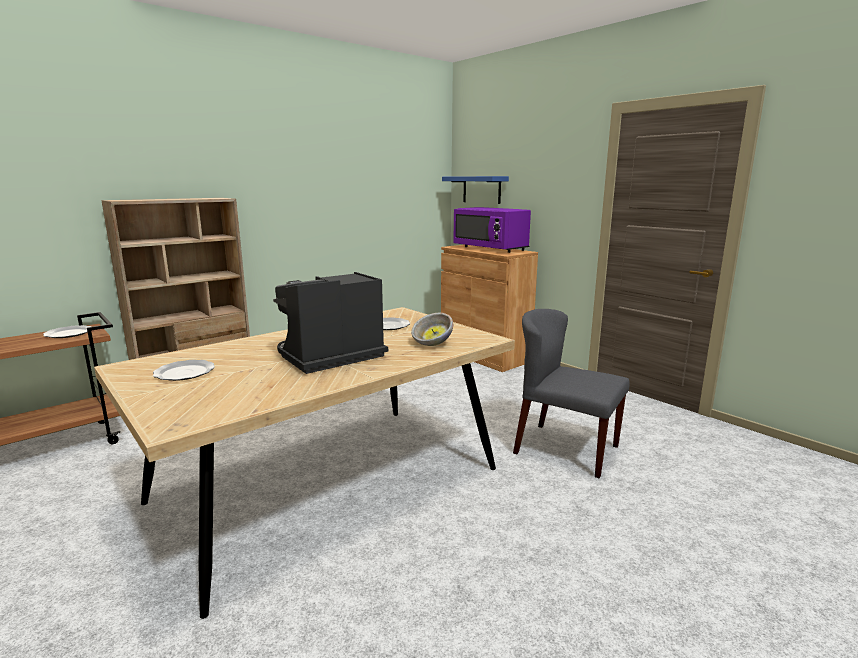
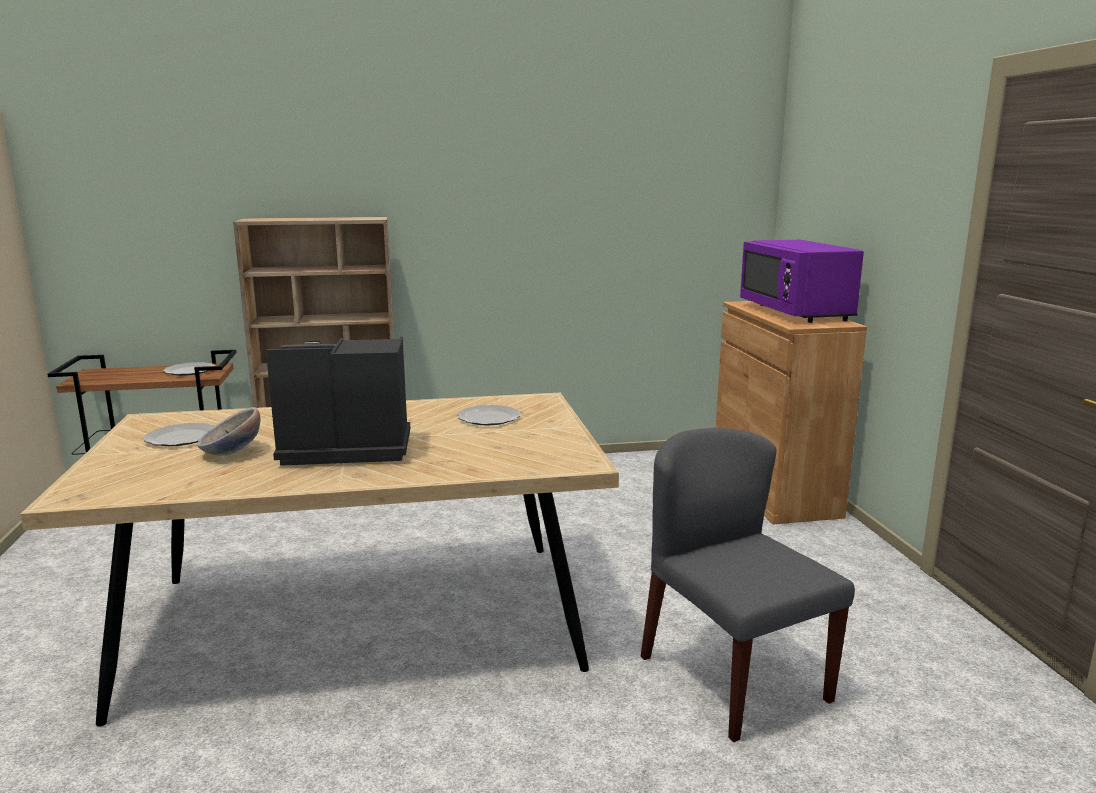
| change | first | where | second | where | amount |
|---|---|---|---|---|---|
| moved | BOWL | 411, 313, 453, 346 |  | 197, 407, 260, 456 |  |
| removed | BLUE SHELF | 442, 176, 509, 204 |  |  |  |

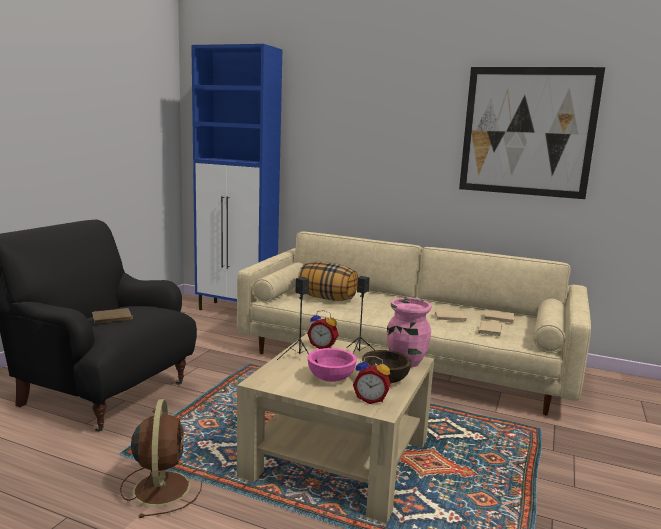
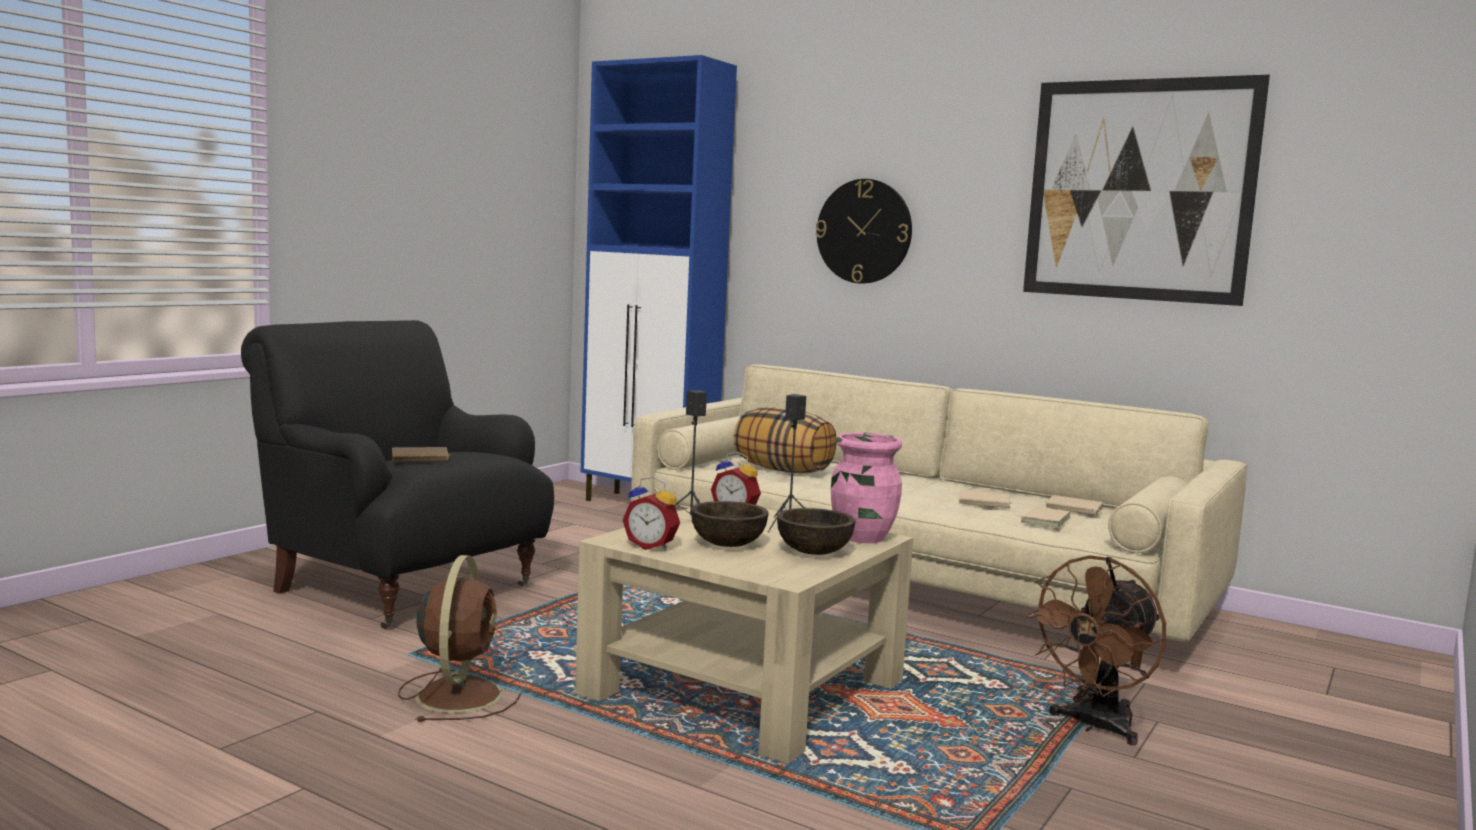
| change | first | where | second | where | amount |
|---|---|---|---|---|---|
| moved | ALARM CLOCK | 353, 356, 391, 404 |  | 622, 476, 680, 550 |  |
| recoloured | PINK BOWL | 308, 348, 357, 382 | BROWN BOWL | 691, 501, 769, 547 |  |
| added |  |  | WALL CLOCK | 816, 179, 912, 284 |  |
| added |  |  | BROWN FAN | 1025, 555, 1166, 745 |  |

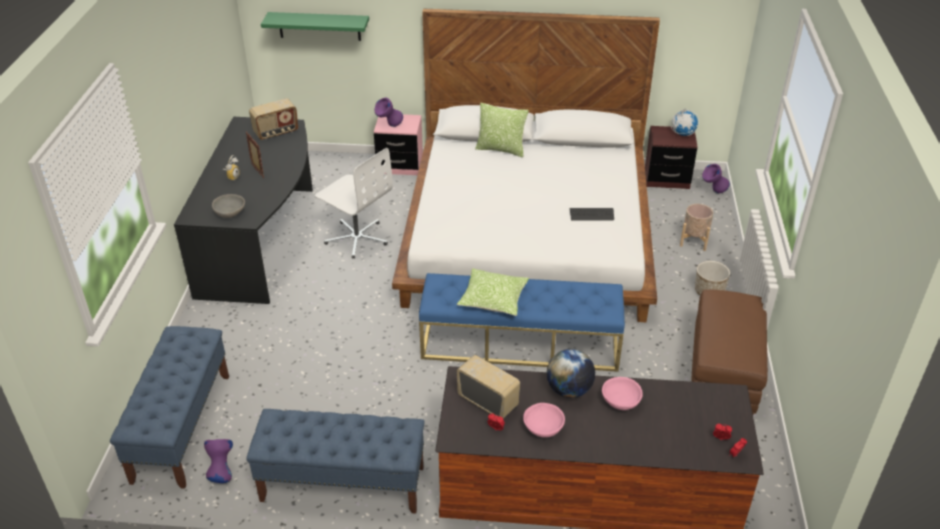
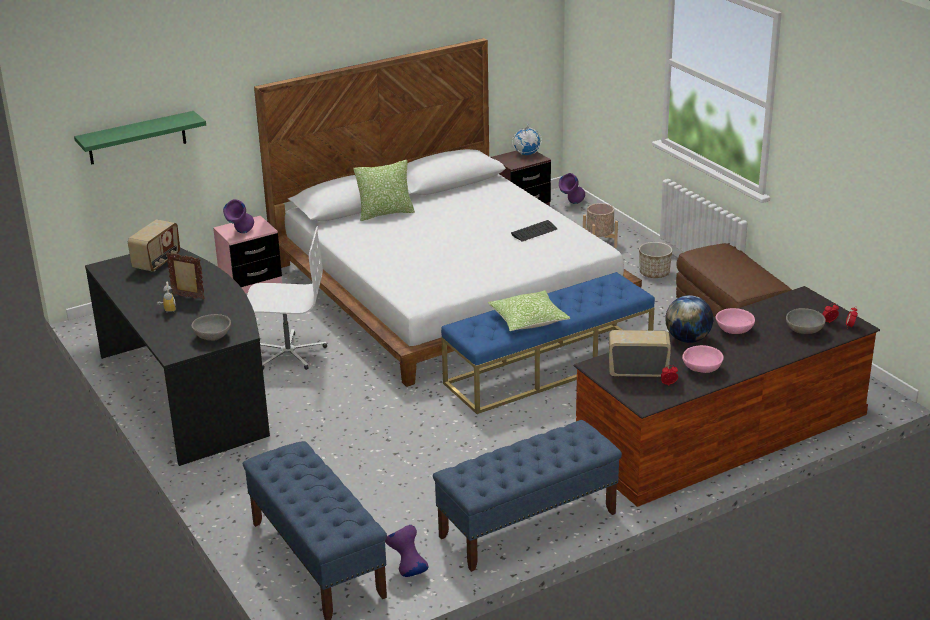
| change | first | where | second | where | amount |
|---|---|---|---|---|---|
| added |  |  | GREY BOWL | 786, 308, 826, 334 |  |

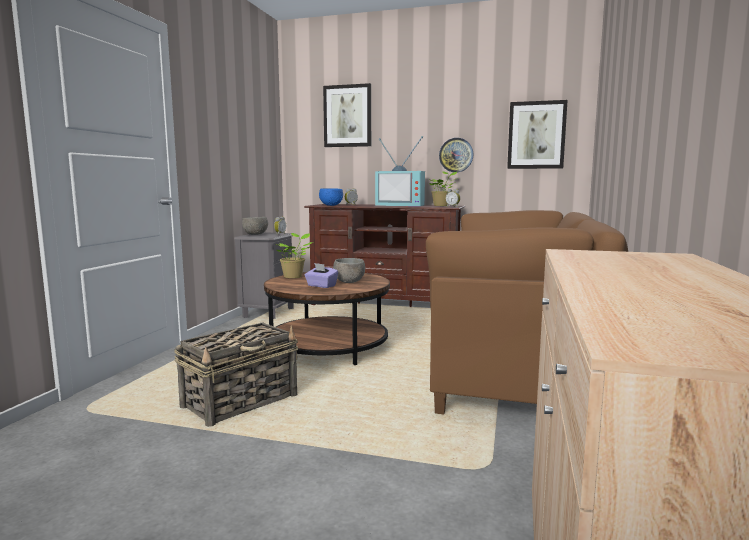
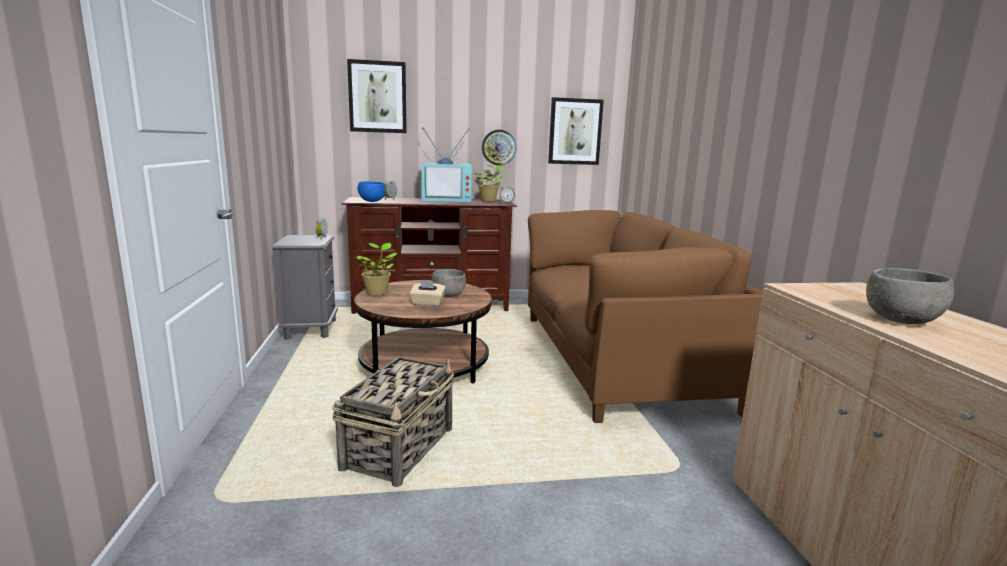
| change | first | where | second | where | amount |
|---|---|---|---|---|---|
| recoloured | PURPLE TISSUE BOX | 305, 263, 338, 288 | BEIGE TISSUE BOX | 410, 280, 446, 306 |  |
| moved | GREY BOWL | 242, 217, 268, 235 |  | 866, 268, 954, 324 |  |

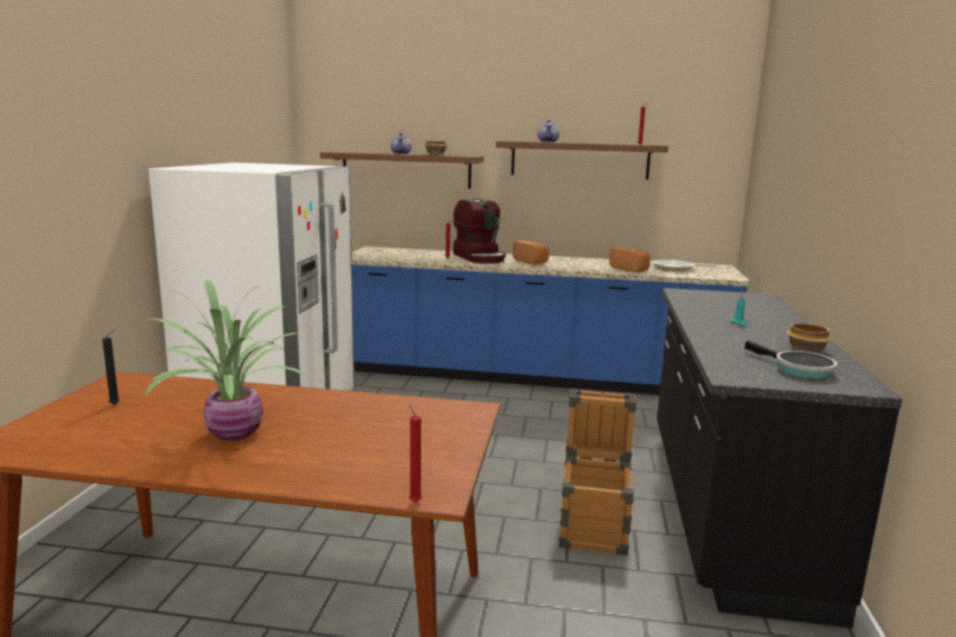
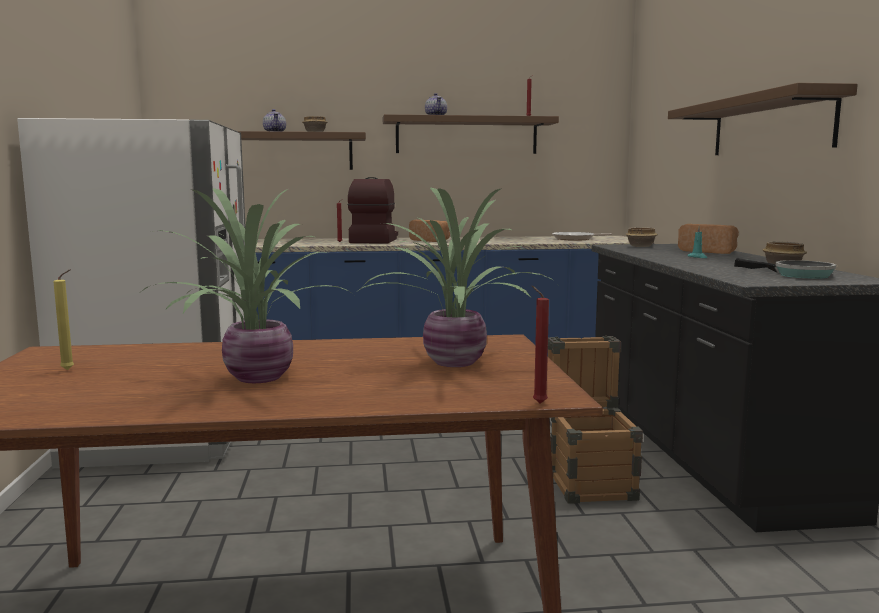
| change | first | where | second | where | amount |
|---|---|---|---|---|---|
| recoloured | BLACK CANDLE | 102, 330, 120, 405 | YELLOW CANDLE | 53, 270, 74, 370 |  |
| turned | COFFEE MACHINE | 453, 199, 506, 264 |  | 348, 177, 398, 244 | 135 degrees counterclockwise |
| added |  |  | POTTED PLANT | 356, 187, 557, 367 |  |
| added |  |  | BOWL | 625, 227, 658, 247 |  |
| added |  |  | BROWN SHELF | 668, 83, 858, 155 |  |
| moved | BREAD | 609, 248, 650, 273 |  | 678, 224, 739, 254 |  |

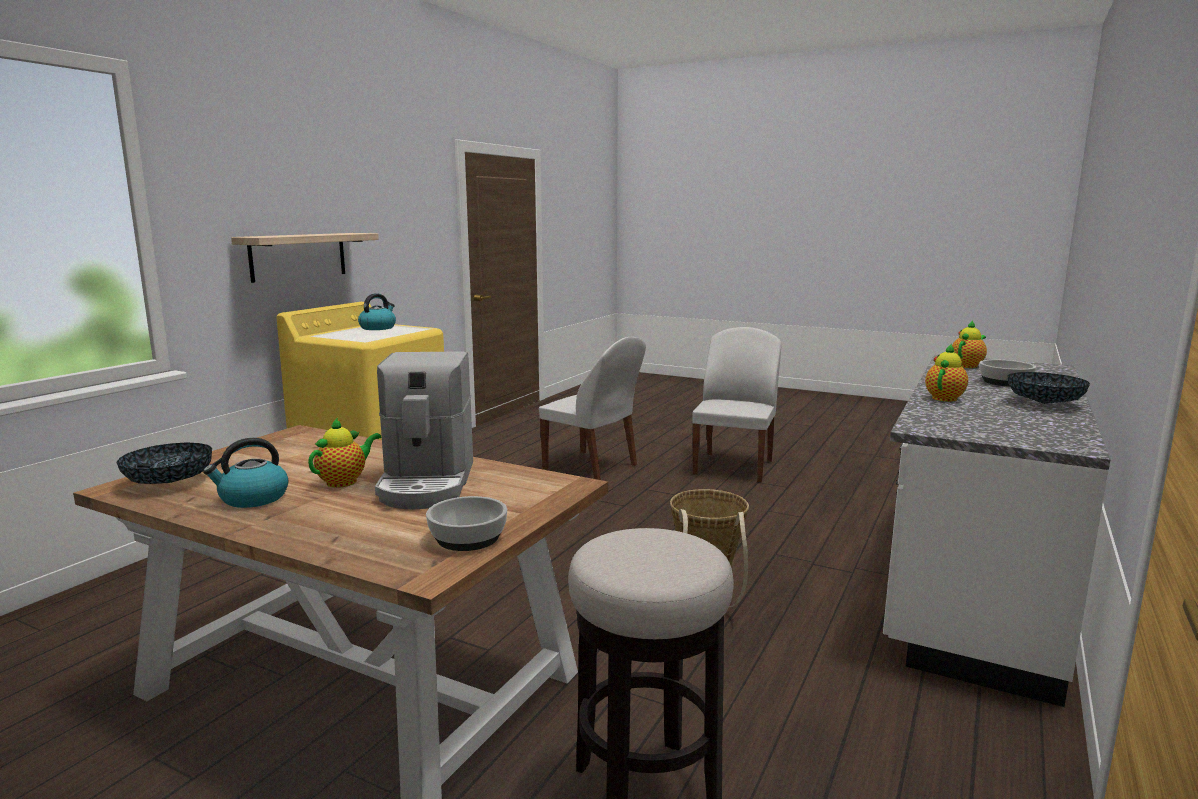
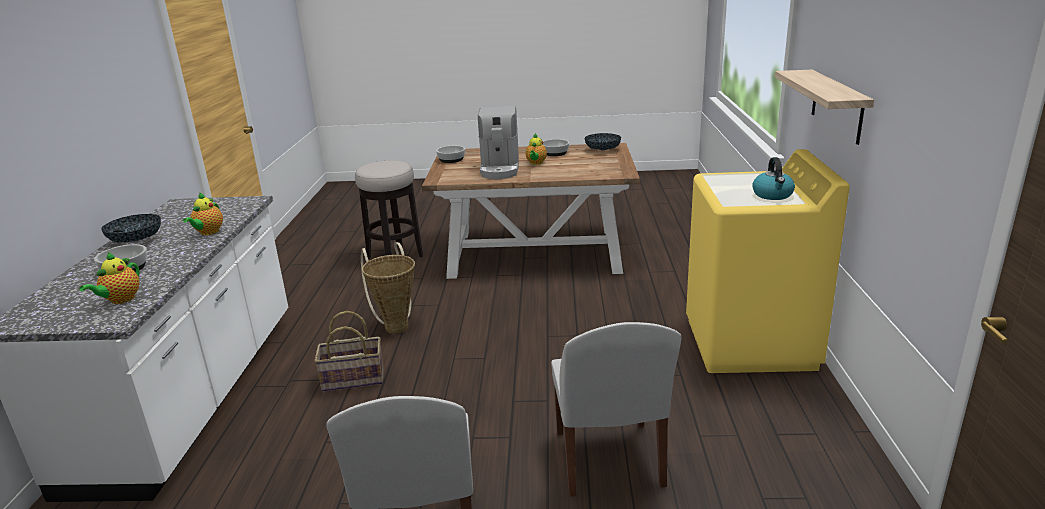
| change | first | where | second | where | amount |
|---|---|---|---|---|---|
| added |  |  | BASKET | 315, 311, 384, 392 |  |
| turned | COFFEE MACHINE | 375, 351, 473, 510 |  | 478, 106, 519, 179 | 150 degrees counterclockwise |
| replaced | KETTLE | 203, 438, 288, 508 | BOWL | 543, 139, 569, 156 |  |
| turned | WHITE CHAIR | 539, 337, 646, 480 |  | 551, 322, 682, 497 | 105 degrees counterclockwise |

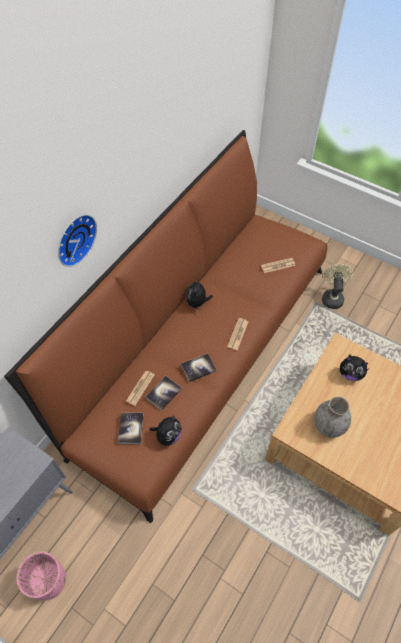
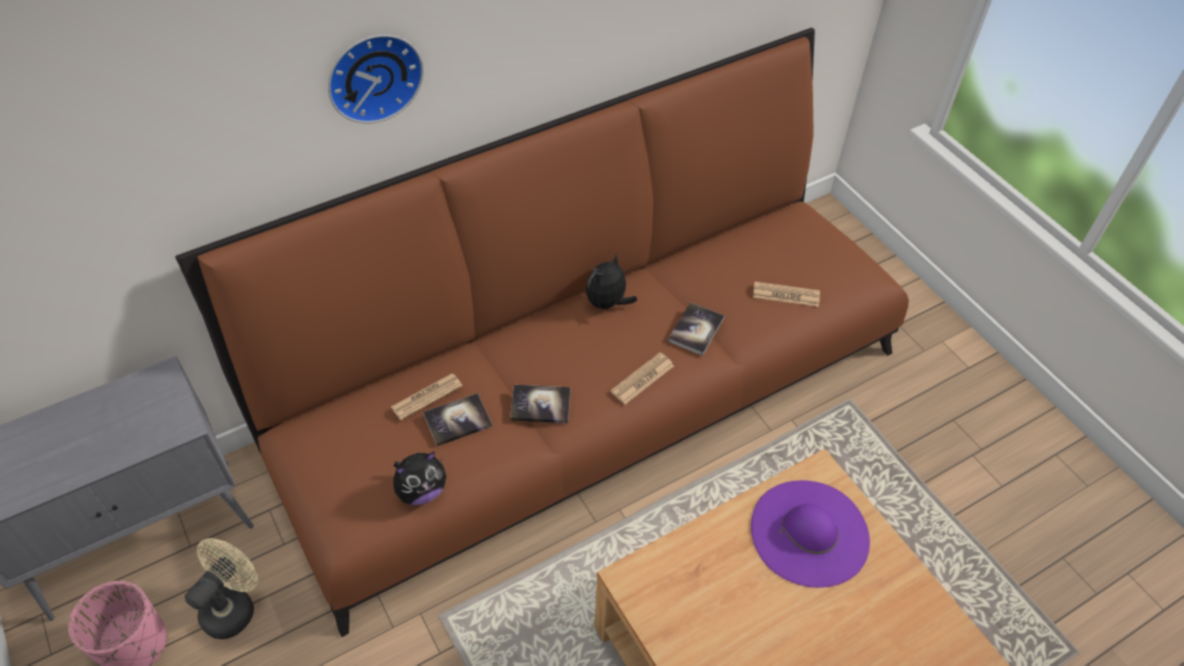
| change | first | where | second | where | amount |
|---|---|---|---|---|---|
| moved | BEIGE FAN | 322, 264, 353, 309 |  | 185, 538, 258, 639 |  |
| moved | BOOK | 118, 412, 144, 444 |  | 668, 302, 724, 356 |  |
| replaced | PLUSH TOY | 340, 355, 368, 381 | PURPLE HAT | 751, 480, 870, 588 |  |
| removed | GREY VASE | 314, 397, 351, 438 |  |  |  |

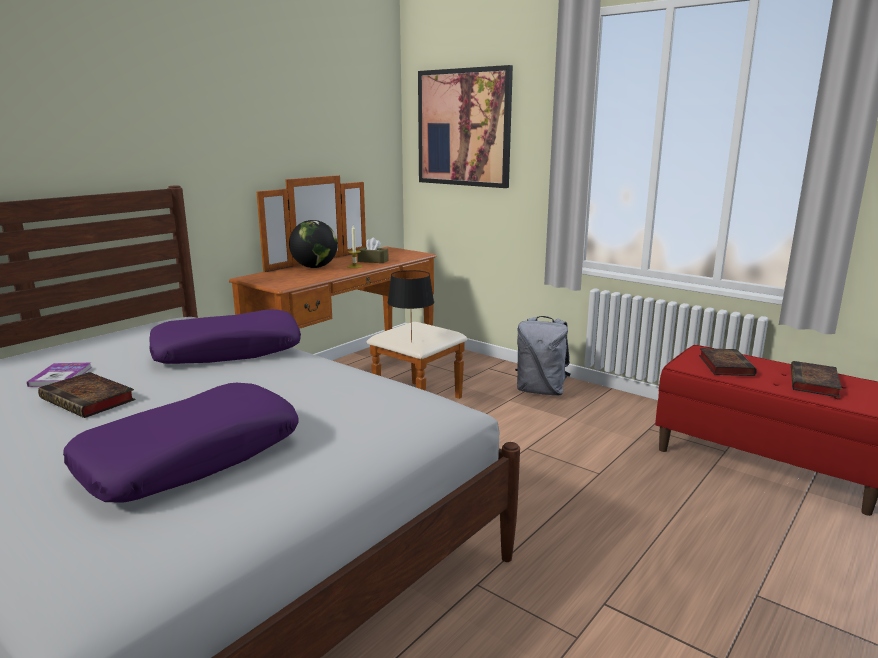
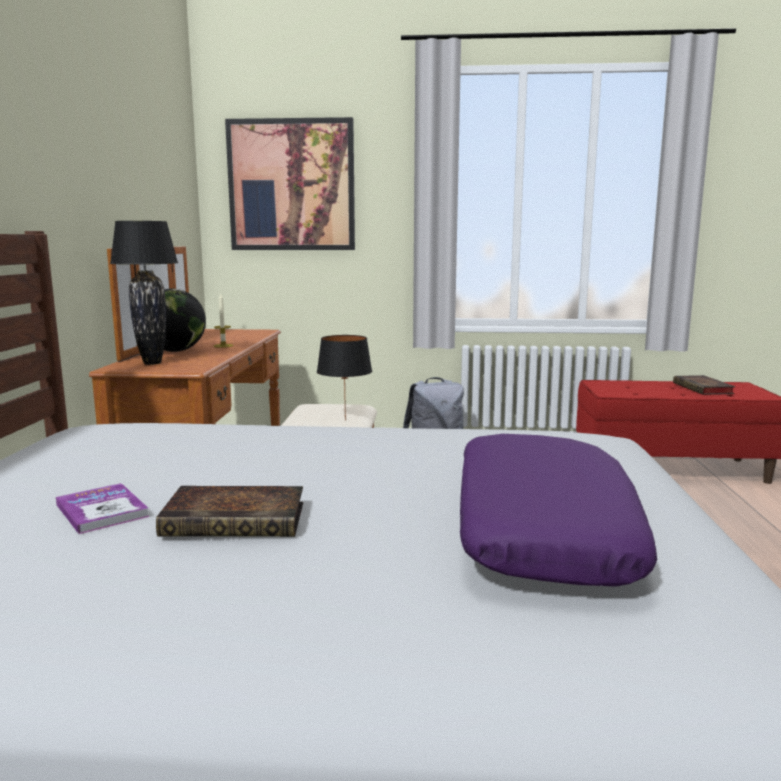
| change | first | where | second | where | amount |
|---|---|---|---|---|---|
| added |  |  | BLACK TABLE LAMP | 110, 221, 178, 365 |  |
| removed | PURPLE PILLOW | 149, 309, 301, 364 |  |  |  |
| removed | BROWN TISSUE BOX | 358, 238, 389, 263 |  |  |  |
| removed | BOOK | 699, 348, 757, 376 |  |  |  |

